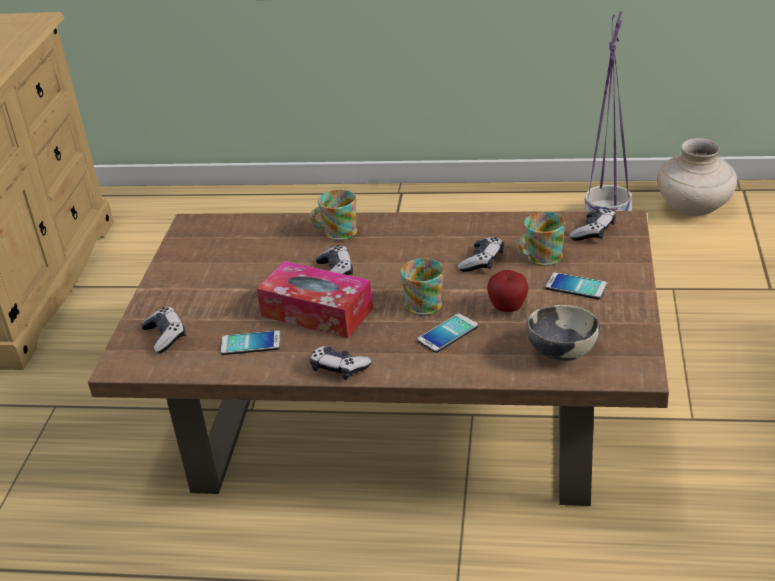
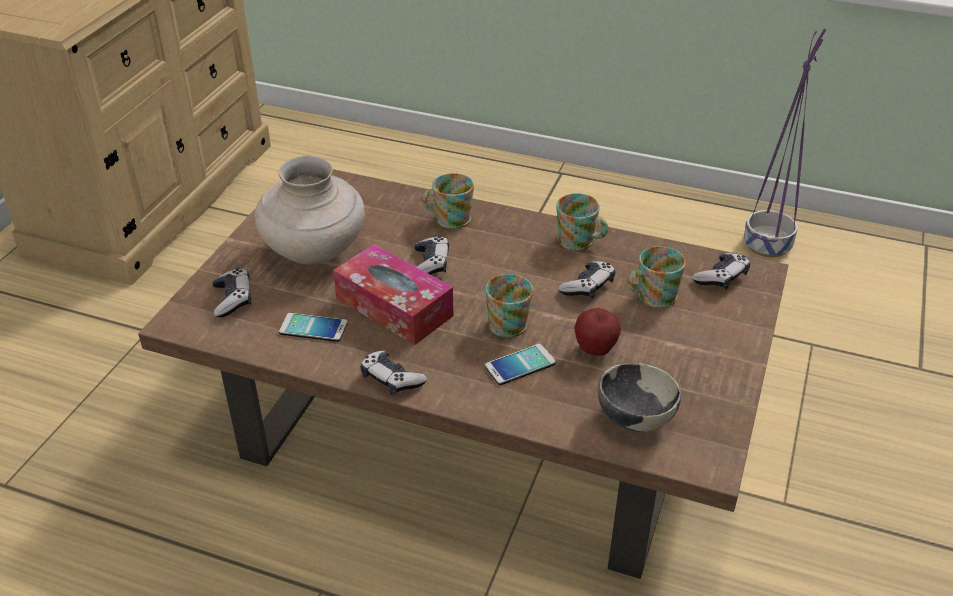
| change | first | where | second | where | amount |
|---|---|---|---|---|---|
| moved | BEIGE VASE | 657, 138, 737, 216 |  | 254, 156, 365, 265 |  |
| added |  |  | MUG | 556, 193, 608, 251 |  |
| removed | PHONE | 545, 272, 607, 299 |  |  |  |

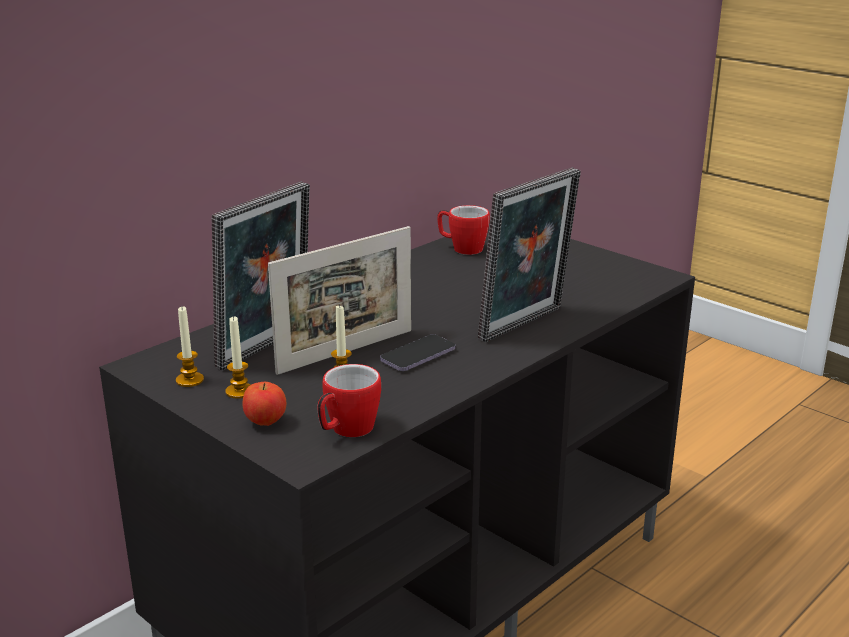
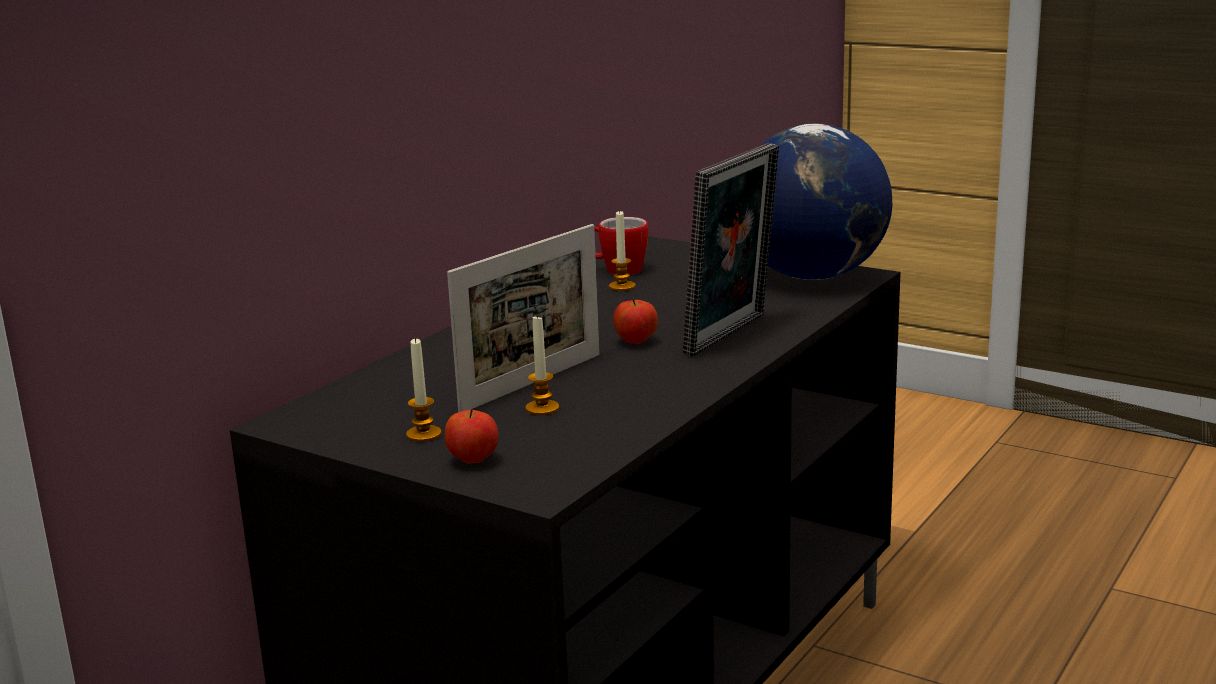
| change | first | where | second | where | amount |
|---|---|---|---|---|---|
| moved | CANDLE | 176, 306, 204, 387 |  | 609, 210, 636, 291 |  |
| added |  |  | APPLE | 613, 299, 658, 344 |  |
| added |  |  | GLOBE | 760, 124, 892, 280 |  |
| removed | PICTURE FRAME | 212, 181, 310, 371 |  |  |  |
| removed | MUG | 317, 364, 381, 437 |  |  |  |
| removed | PHONE | 380, 334, 456, 371 |  |  |  |

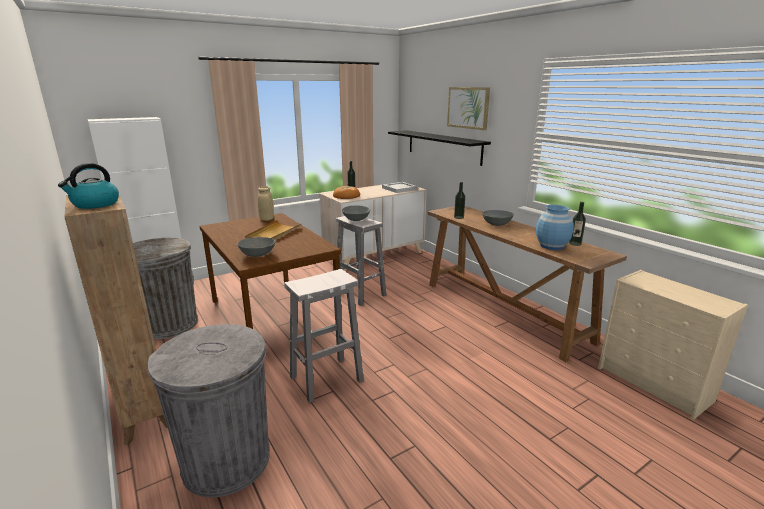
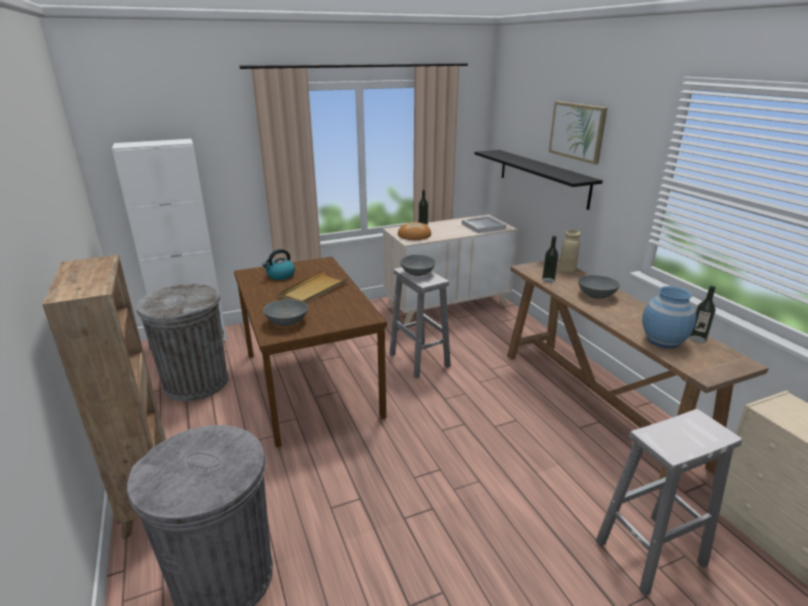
| change | first | where | second | where | amount |
|---|---|---|---|---|---|
| moved | KETTLE | 58, 163, 119, 209 |  | 262, 249, 295, 280 |  |
| moved | BEIGE VASE | 258, 186, 274, 221 |  | 559, 230, 581, 273 |  |
| moved | WHITE STOOL | 284, 269, 364, 403 |  | 596, 409, 742, 596 |  |

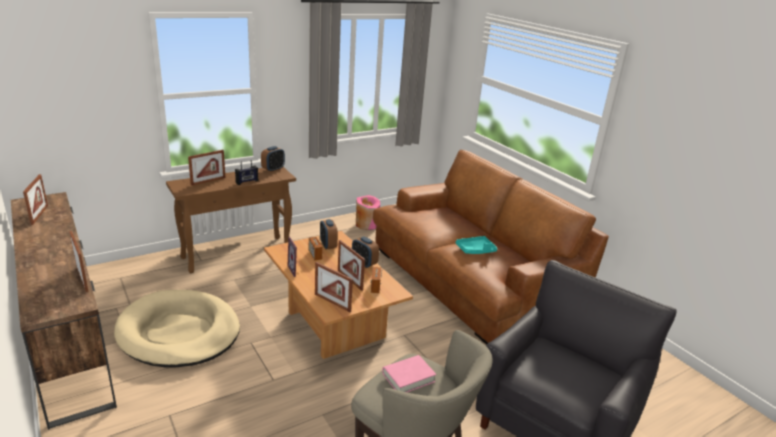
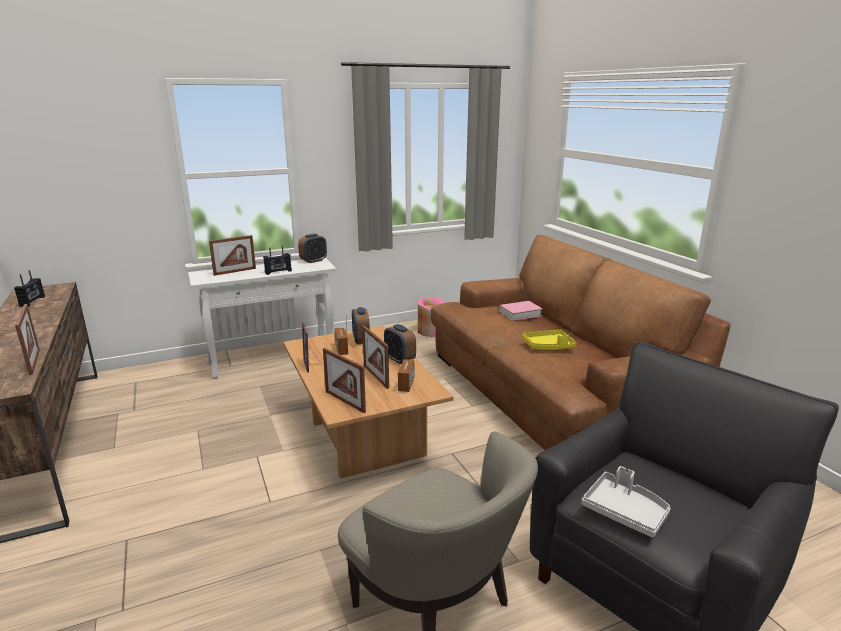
| change | first | where | second | where | amount |
|---|---|---|---|---|---|
| replaced | PICTURE FRAME | 23, 174, 48, 225 | RADIO | 14, 270, 45, 307 |  |
| recoloured | BROWN CONSOLE TABLE | 166, 167, 296, 273 | WHITE CONSOLE TABLE | 188, 258, 337, 379 |  |
| moved | PINK BOOK | 382, 355, 436, 392 |  | 499, 301, 542, 321 |  |
| recoloured | TURQUOISE TRAY | 456, 236, 497, 254 | YELLOW TRAY | 522, 330, 576, 350 |  |
| added |  |  | GREY TRAY | 581, 466, 671, 538 |  |
| removed | BEIGE DOG BED | 114, 290, 240, 368 |  |  |  |

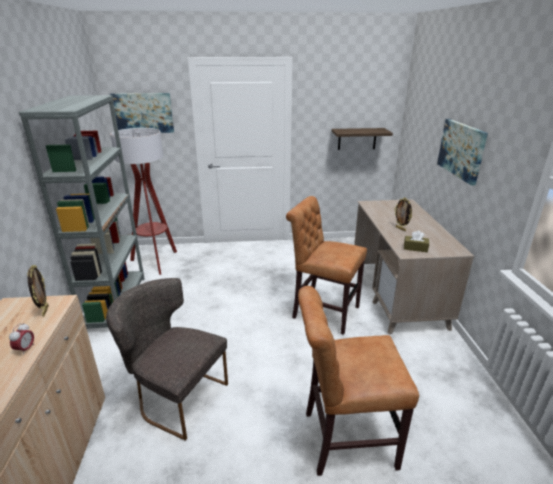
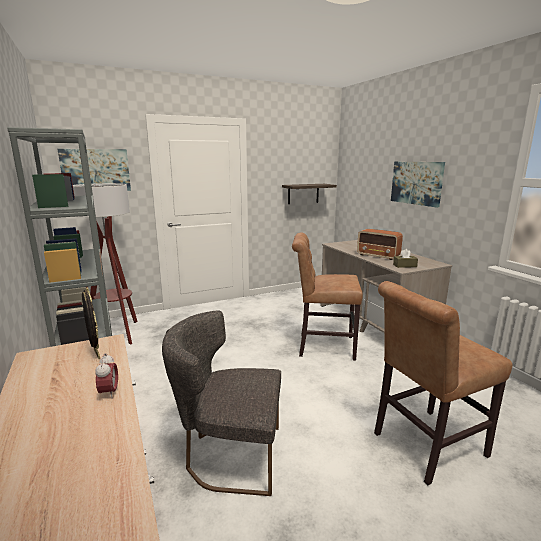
| change | first | where | second | where | amount |
|---|---|---|---|---|---|
| replaced | PICTURE FRAME | 394, 198, 412, 231 | RADIO | 357, 229, 403, 260 |  |

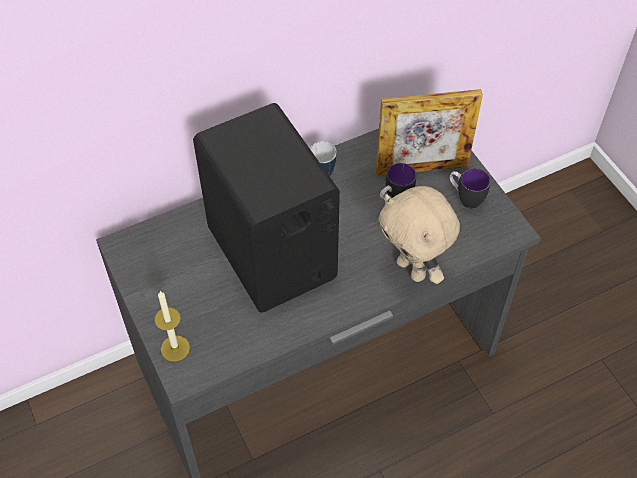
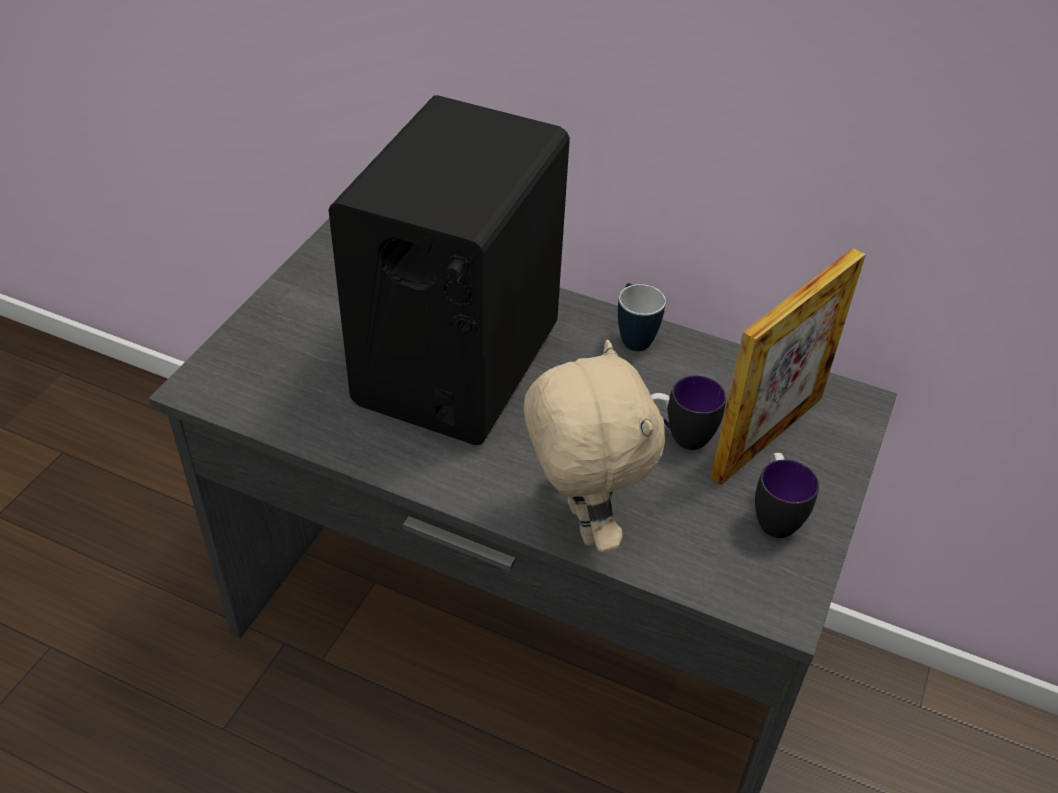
| change | first | where | second | where | amount |
|---|---|---|---|---|---|
| turned | BEIGE PLUSH TOY | 379, 186, 460, 284 |  | 523, 340, 665, 552 | 150 degrees clockwise |
| turned | PICTURE FRAME | 376, 89, 483, 176 |  | 710, 248, 866, 485 | 90 degrees counterclockwise |
| removed | CANDLE | 154, 291, 190, 362 |  |  |  |

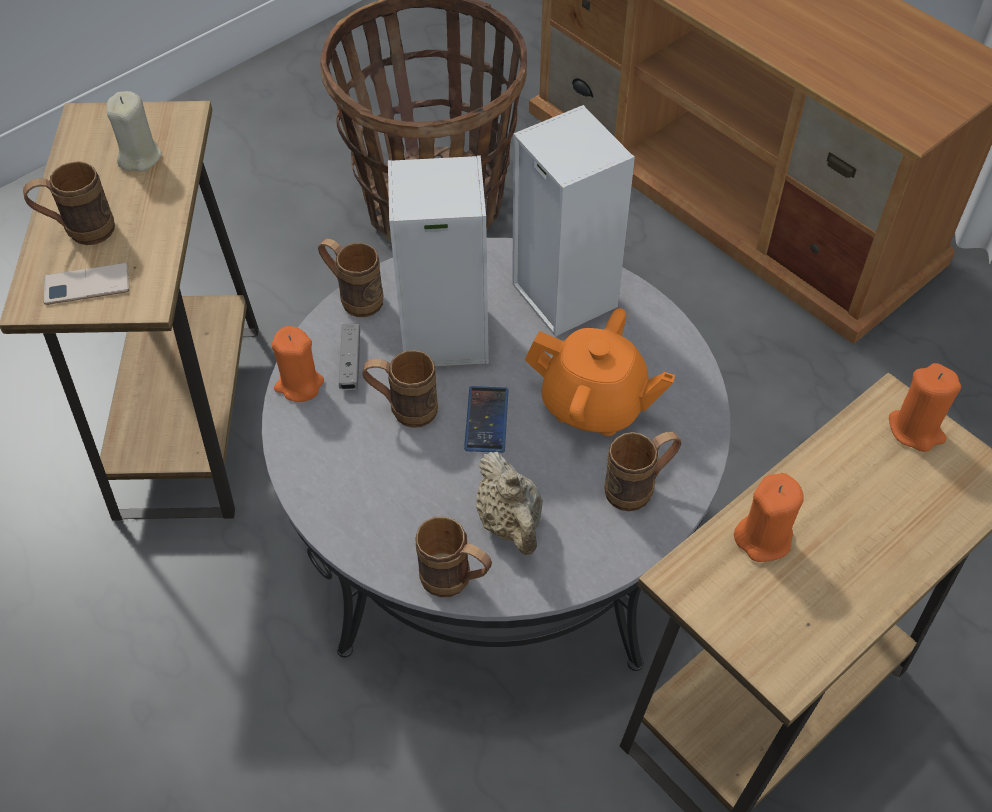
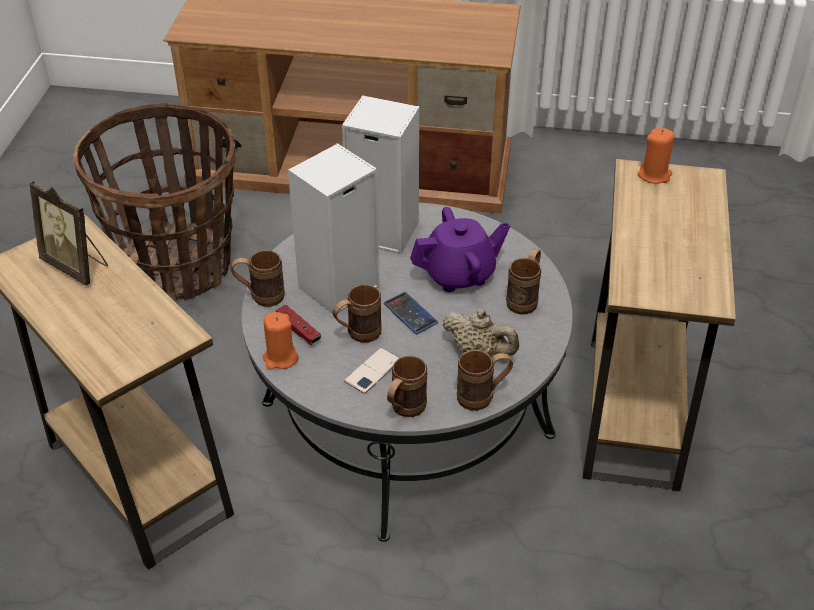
| change | first | where | second | where | amount |
|---|---|---|---|---|---|
| replaced | BEIGE CANDLE | 107, 91, 162, 172 | PICTURE FRAME | 29, 181, 108, 286 |  |
| recoloured | GREY GAME CONTROLLER | 339, 323, 360, 390 | RED GAME CONTROLLER | 276, 305, 321, 345 |  |
| moved | PHONE | 44, 263, 129, 305 |  | 344, 348, 399, 394 |  |
| moved | BROWN MUG | 23, 161, 115, 245 |  | 387, 356, 427, 417 |  |
| recoloured | ORANGE TEAPOT | 525, 308, 675, 436 | PURPLE TEAPOT | 410, 207, 510, 292 |  |
| removed | ORANGE CANDLE | 734, 473, 804, 562 |  |  |  |

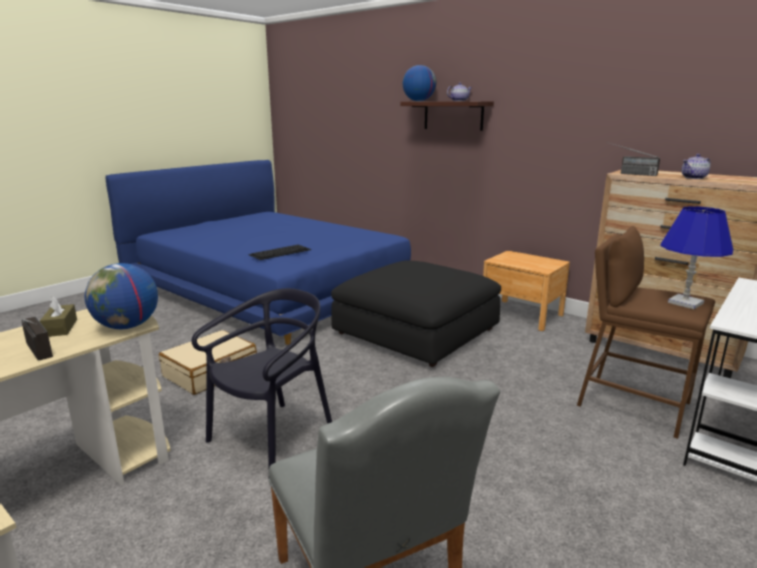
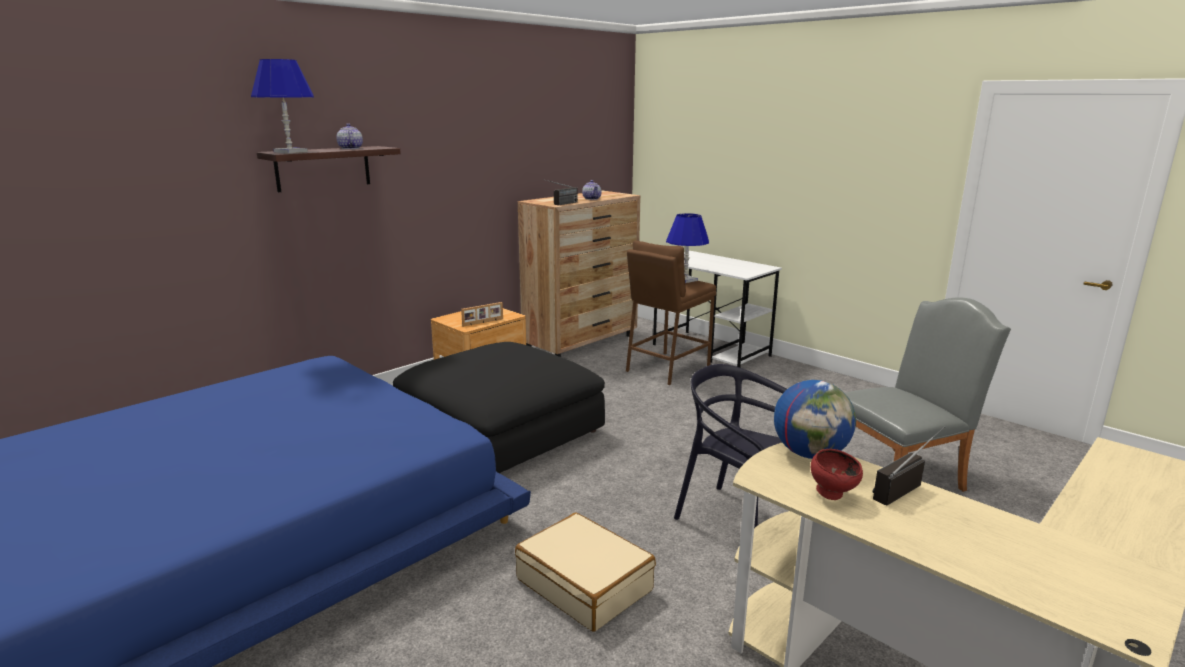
| change | first | where | second | where | amount |
|---|---|---|---|---|---|
| replaced | GLOBE | 403, 65, 436, 101 | BLUE TABLE LAMP | 251, 59, 314, 153 |  |
| added |  |  | PICTURE FRAME | 461, 302, 503, 327 |  |
| replaced | BROWN TISSUE BOX | 40, 296, 77, 337 | RED BOWL | 811, 449, 863, 500 |  |
| removed | KEYBOARD | 248, 245, 312, 260 |  |  |  |

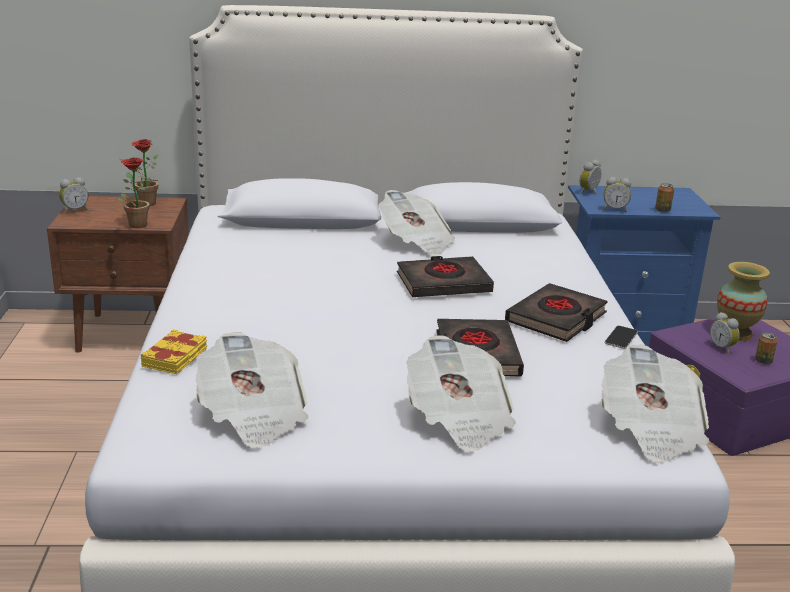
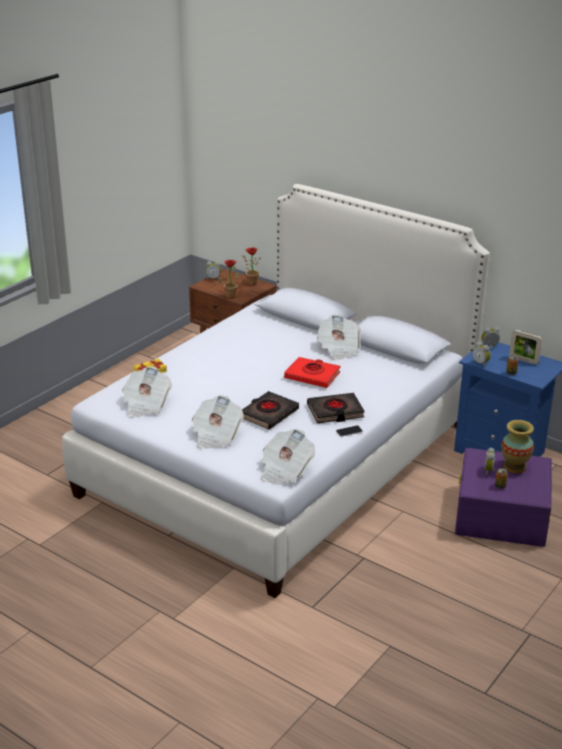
| change | first | where | second | where | amount |
|---|---|---|---|---|---|
| recoloured | BLACK BOOK | 397, 256, 494, 297 | RED BOOK | 284, 357, 341, 388 |  |
| added |  |  | PICTURE FRAME | 509, 330, 542, 365 |  |

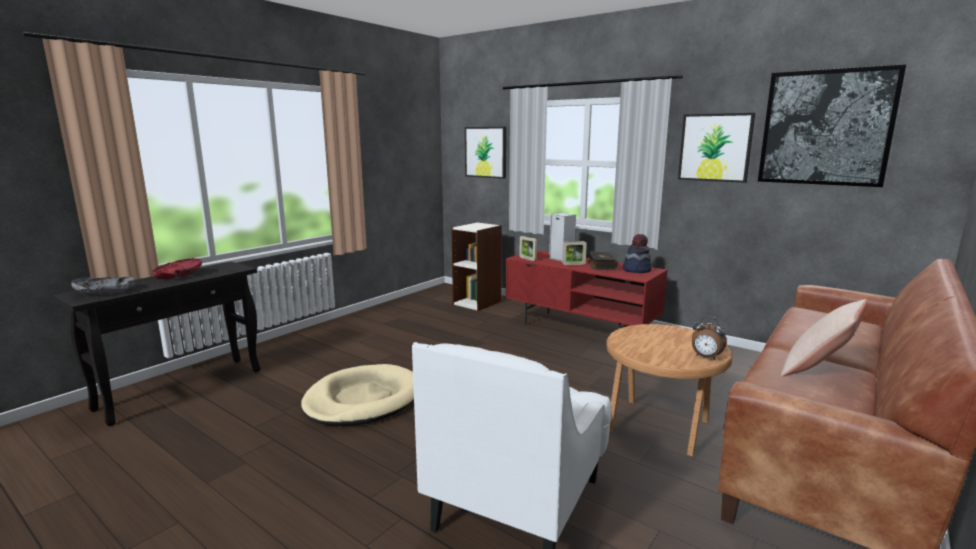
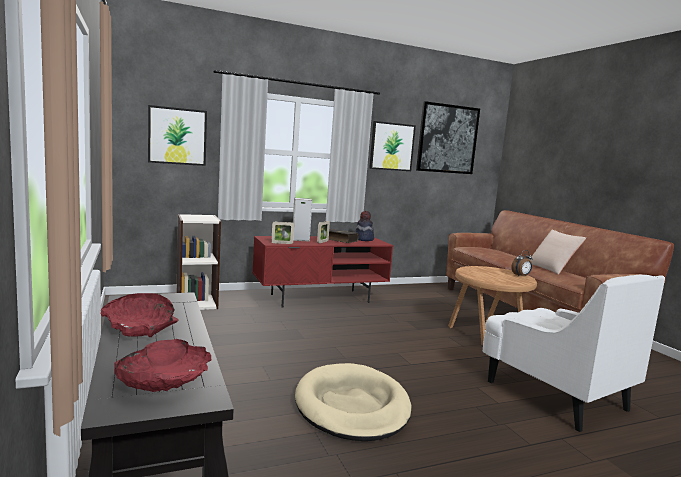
| change | first | where | second | where | amount |
|---|---|---|---|---|---|
| recoloured | GREY BOWL | 71, 277, 135, 294 | RED BOWL | 114, 339, 212, 392 |  |

